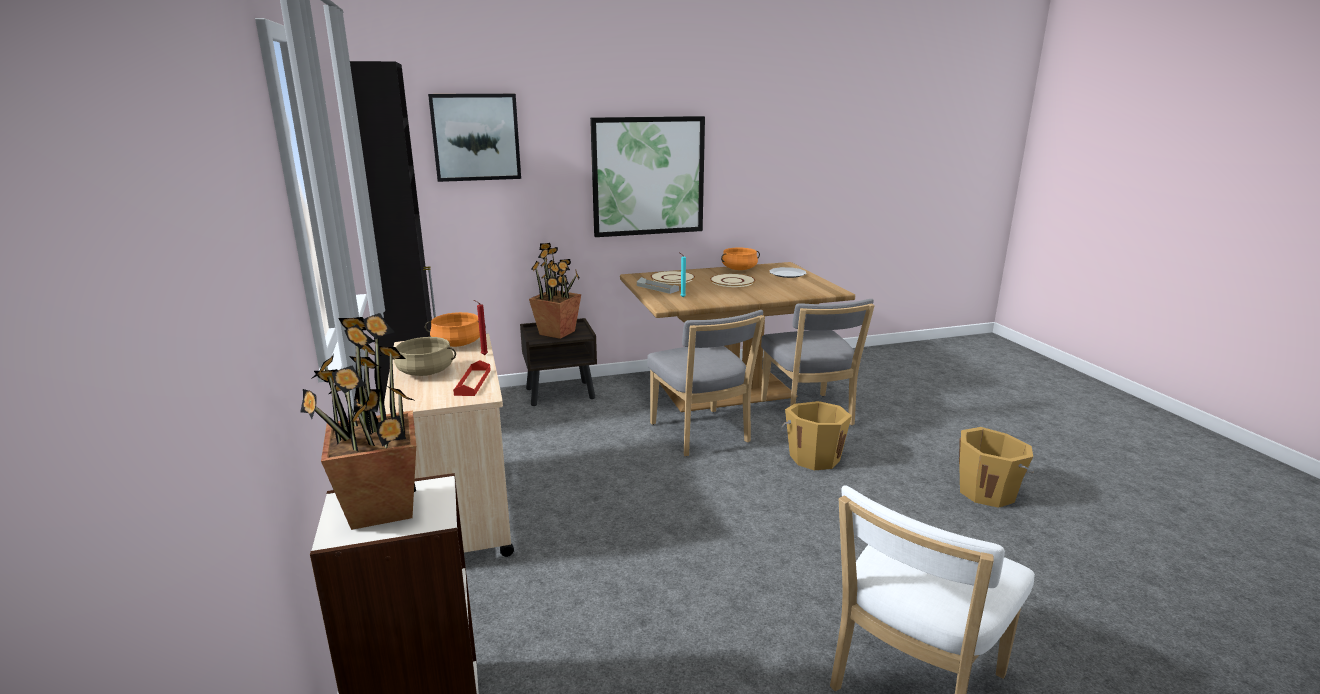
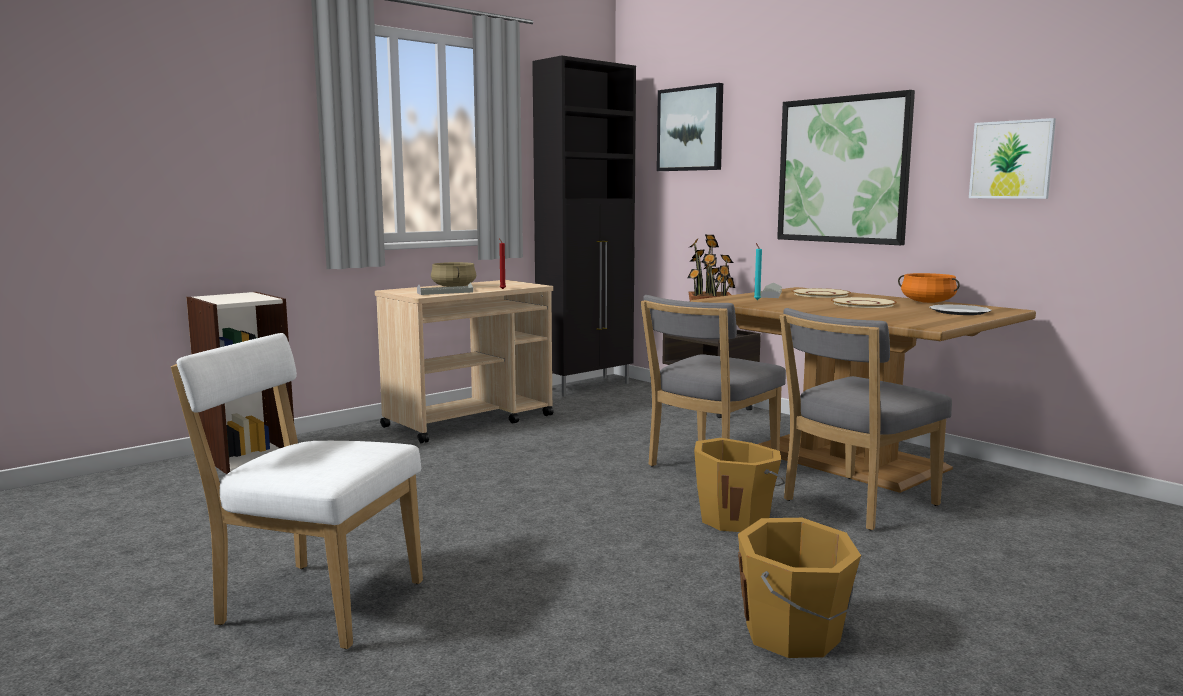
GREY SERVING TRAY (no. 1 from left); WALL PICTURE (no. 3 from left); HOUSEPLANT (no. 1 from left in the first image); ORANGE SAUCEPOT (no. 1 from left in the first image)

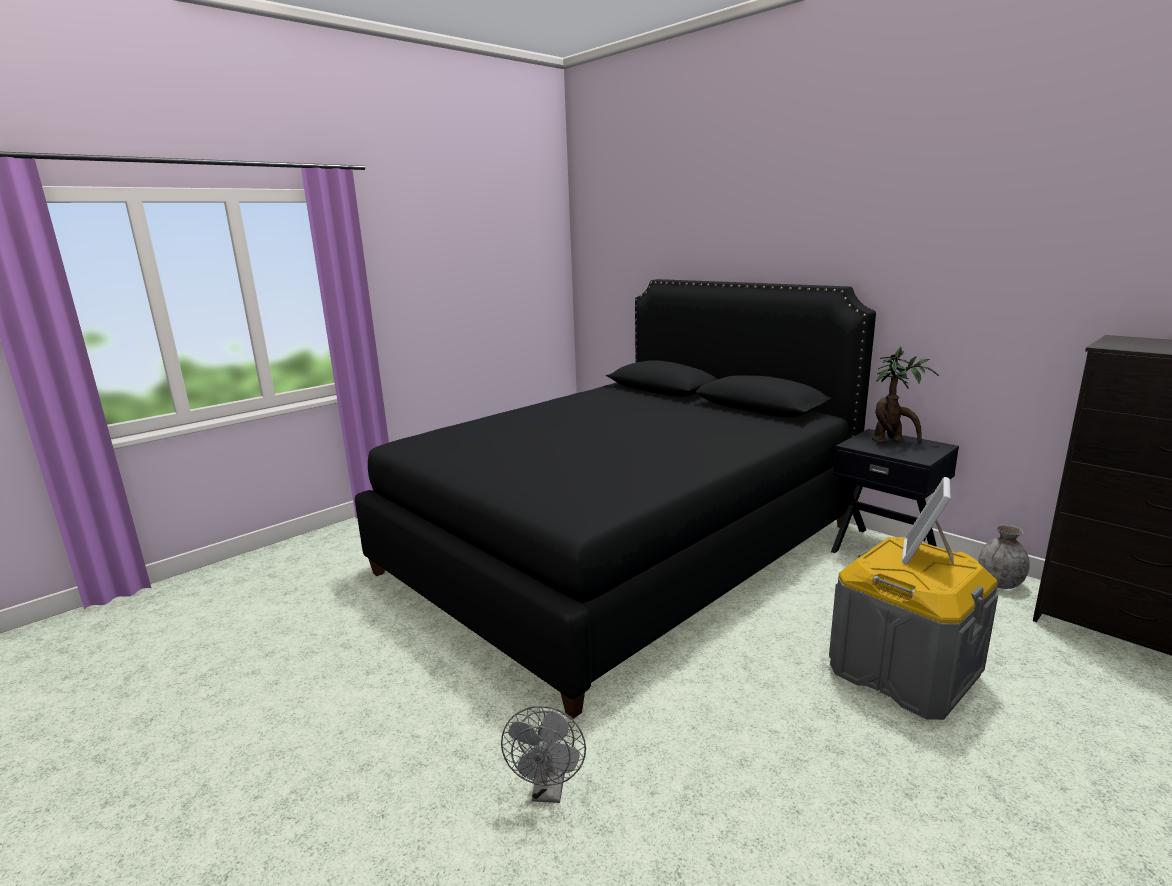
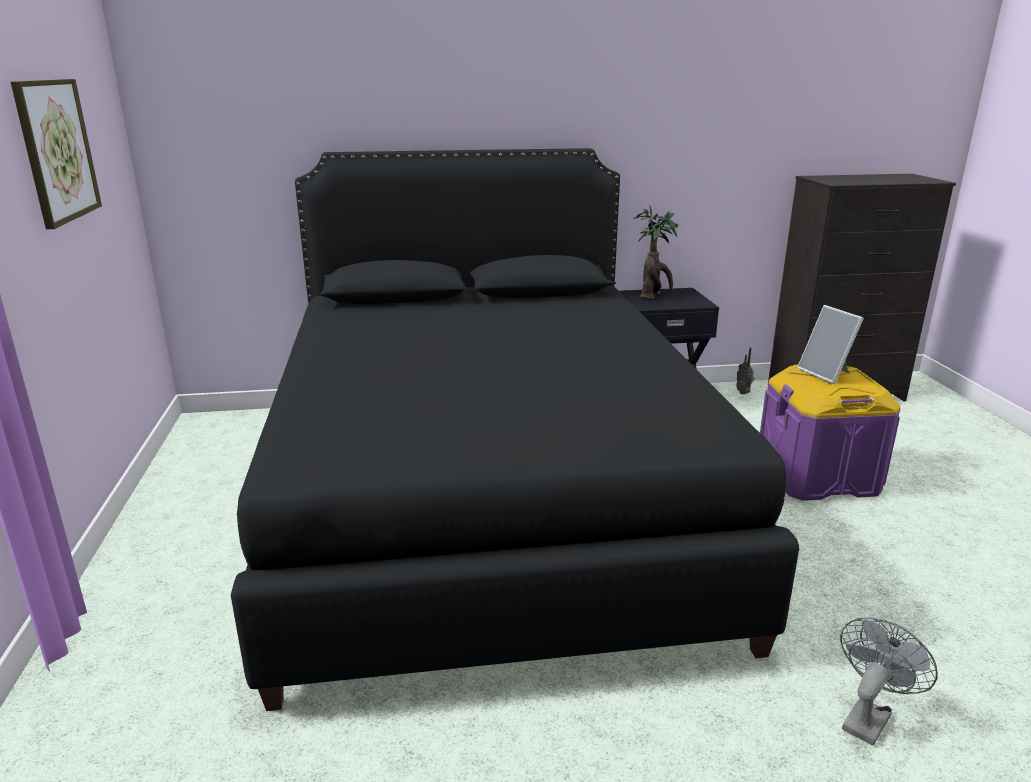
WALL PICTURE; RADIO SET; PURPLE STORAGE BOX; GREY COOLING FAN

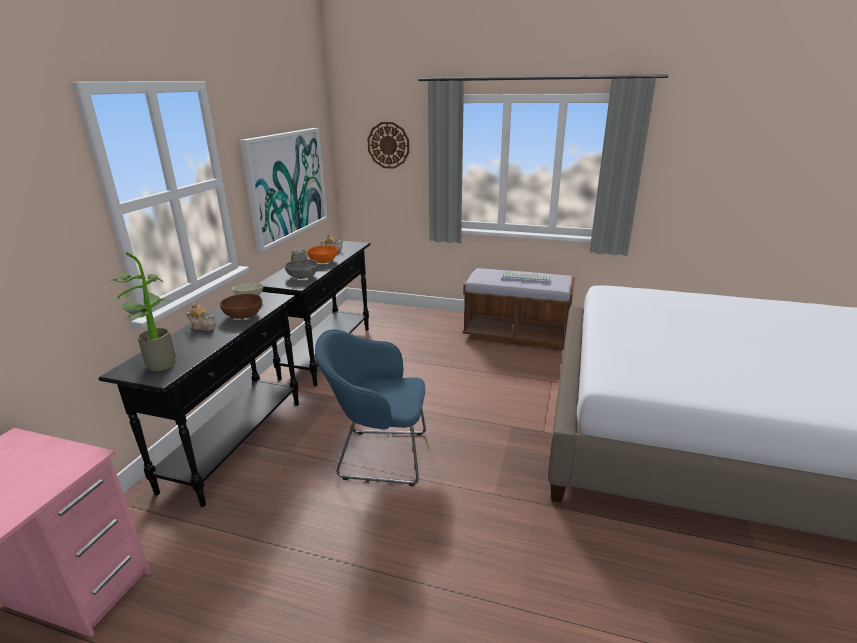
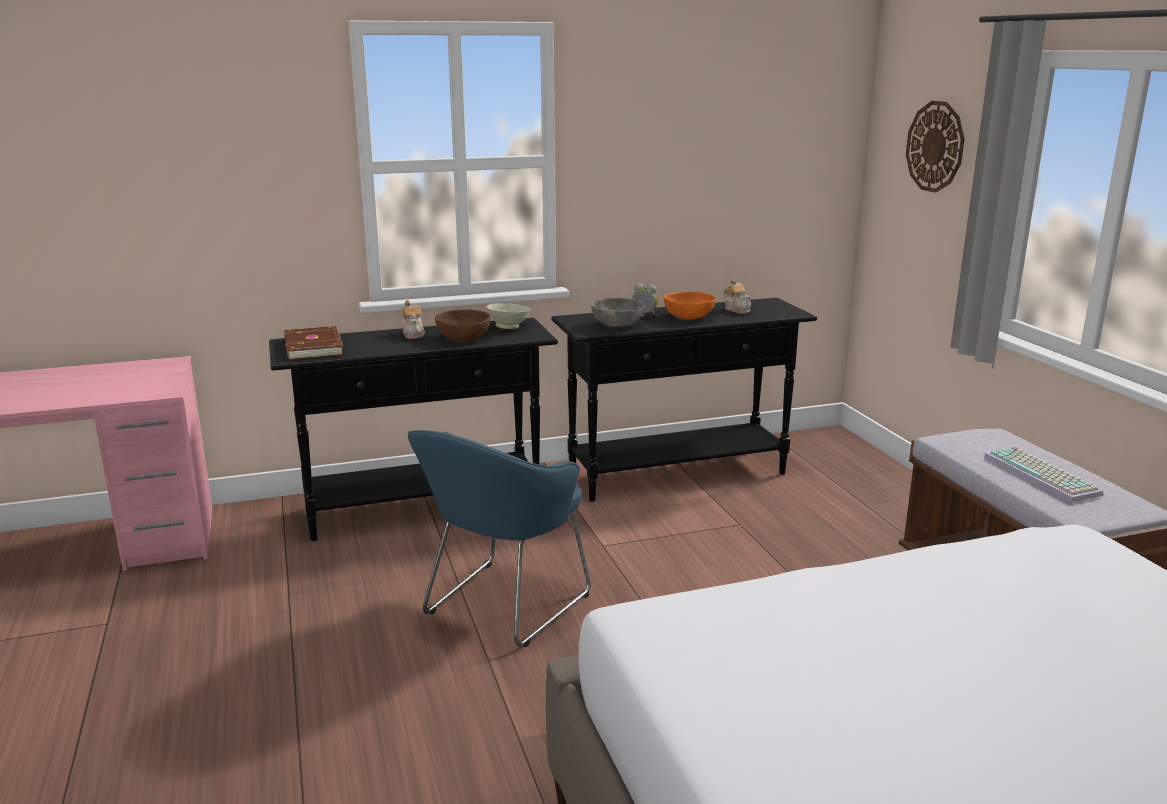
BROWNISH BOUND BOOK; BLUISH LOUNGE CHAIR; WALL PICTURE

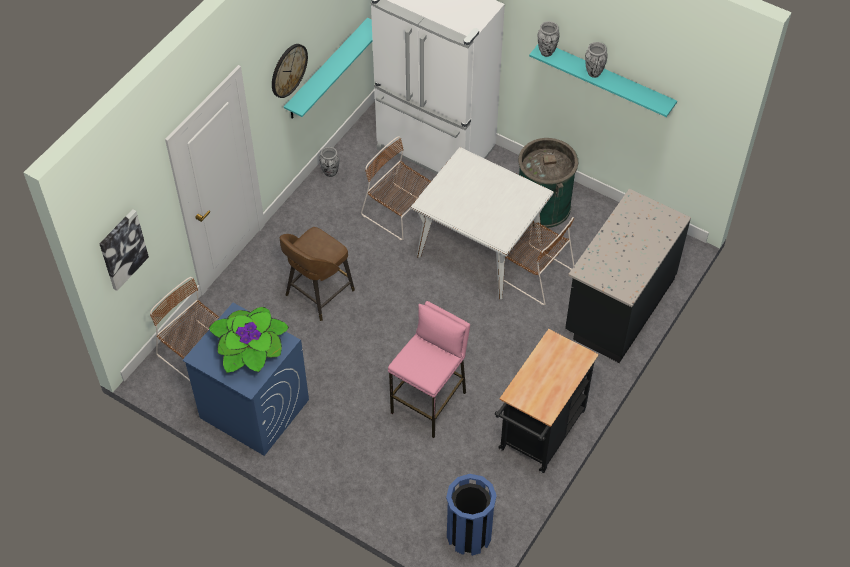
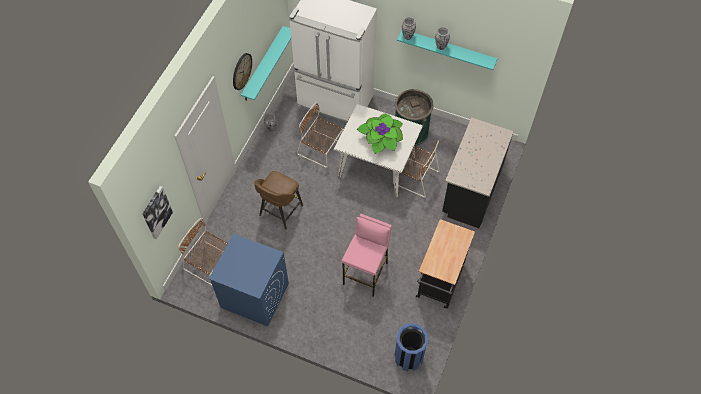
HOUSEPLANT

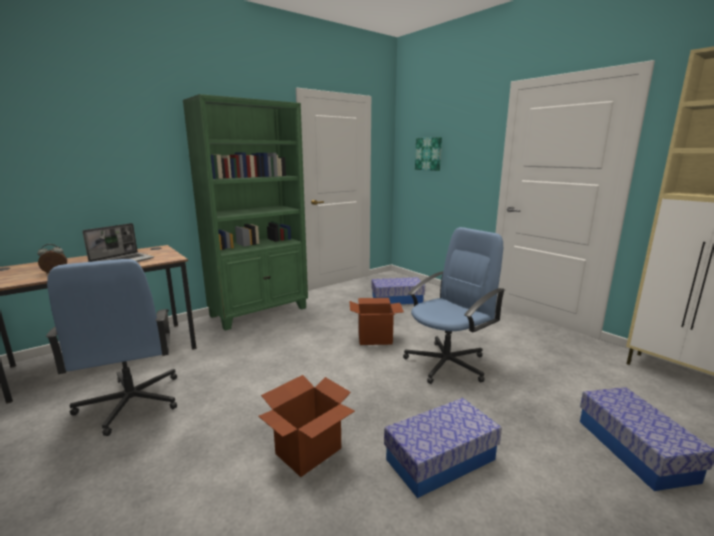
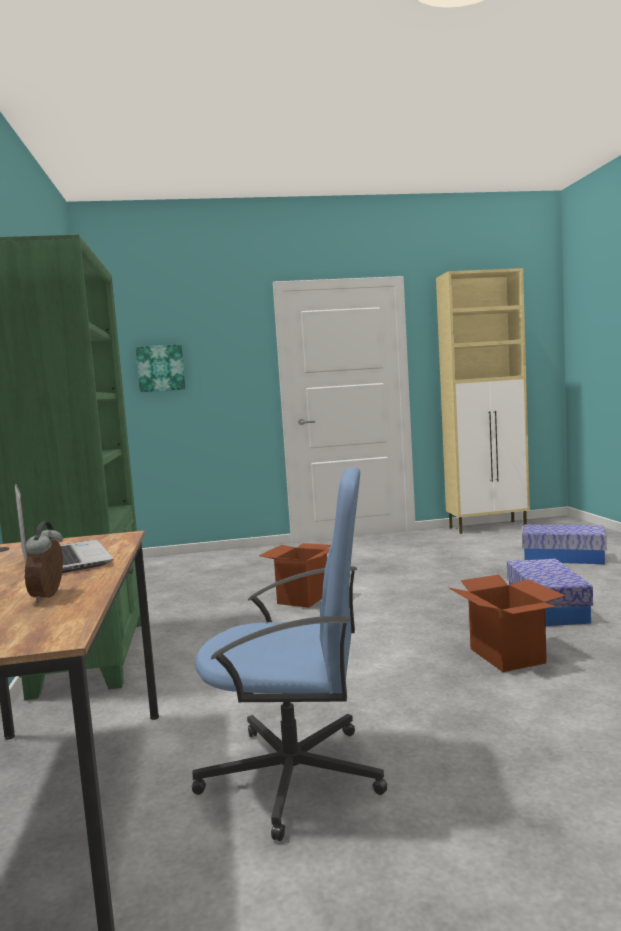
STORAGE BOX (no. 1 from left in the first image); BLUISH OFFICE CHAIR (no. 2 from left in the first image)

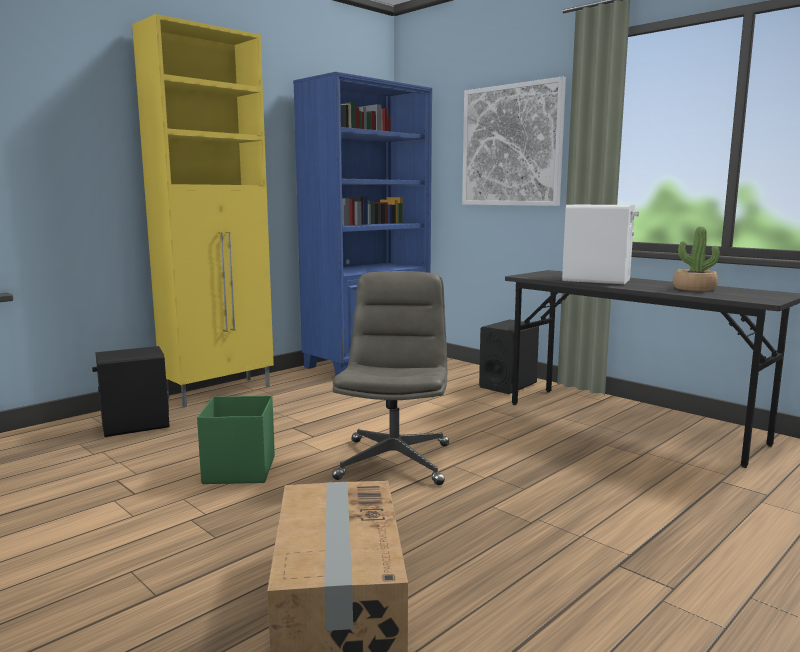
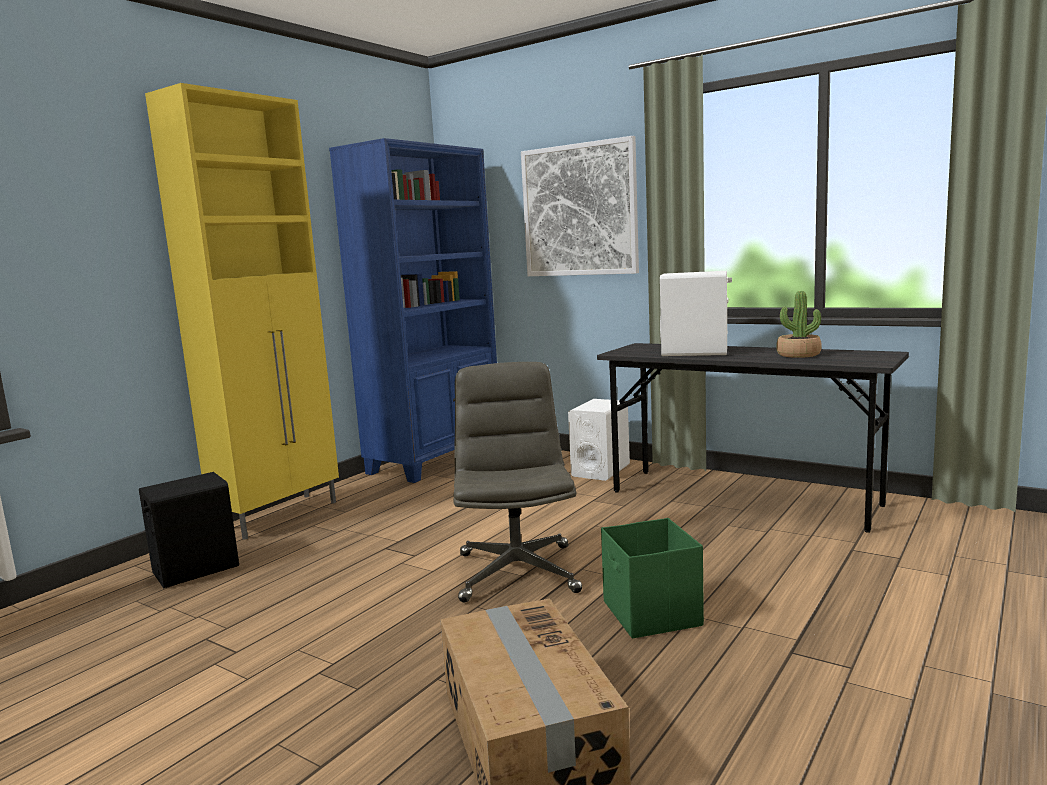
WHITE-COLOURED SPEAKER (no. 1 from left); GREEN STORAGE BOX

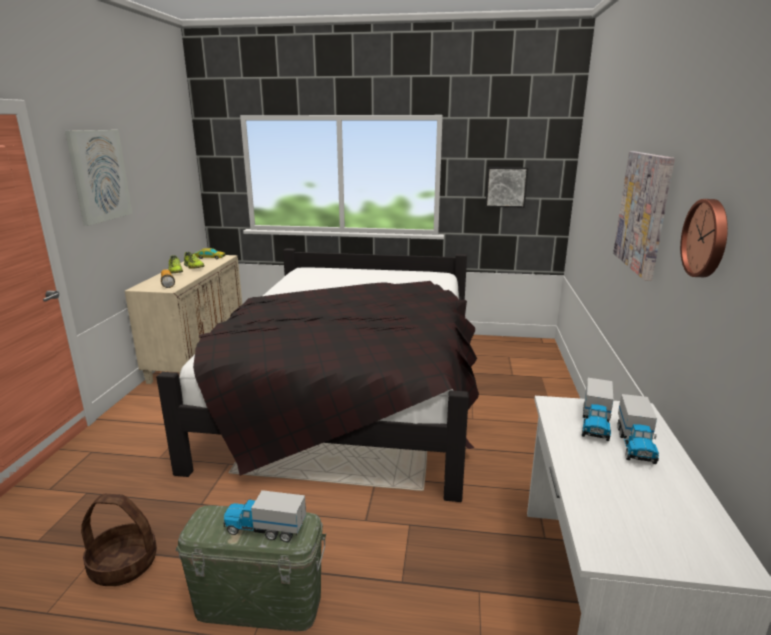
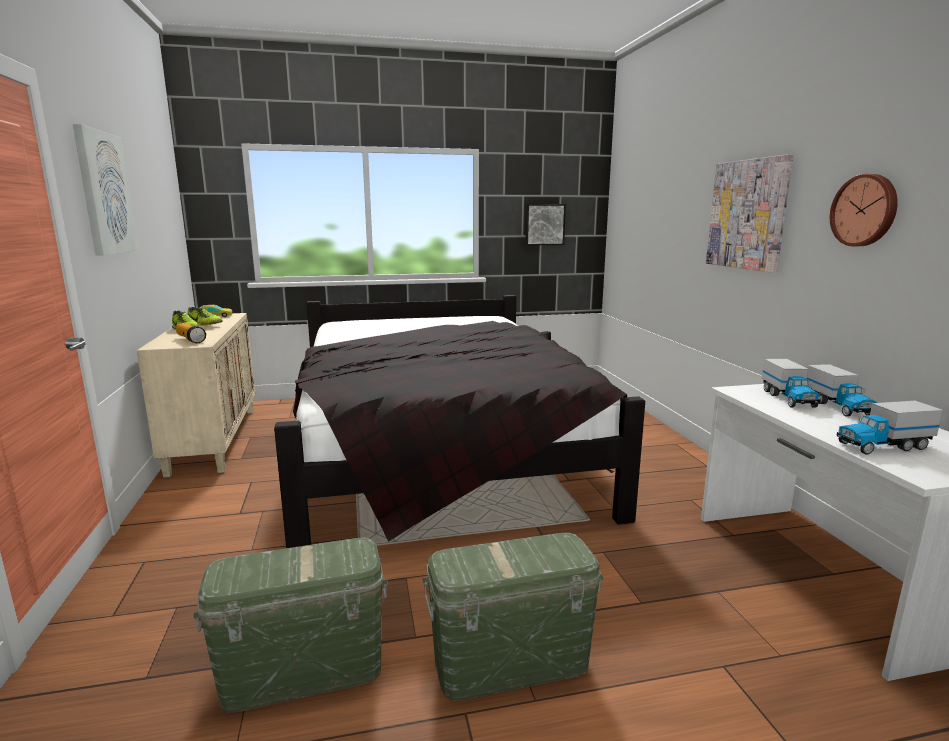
GREEN STORAGE BOX (no. 1 from left); TOY TRUCK (no. 3 from left)

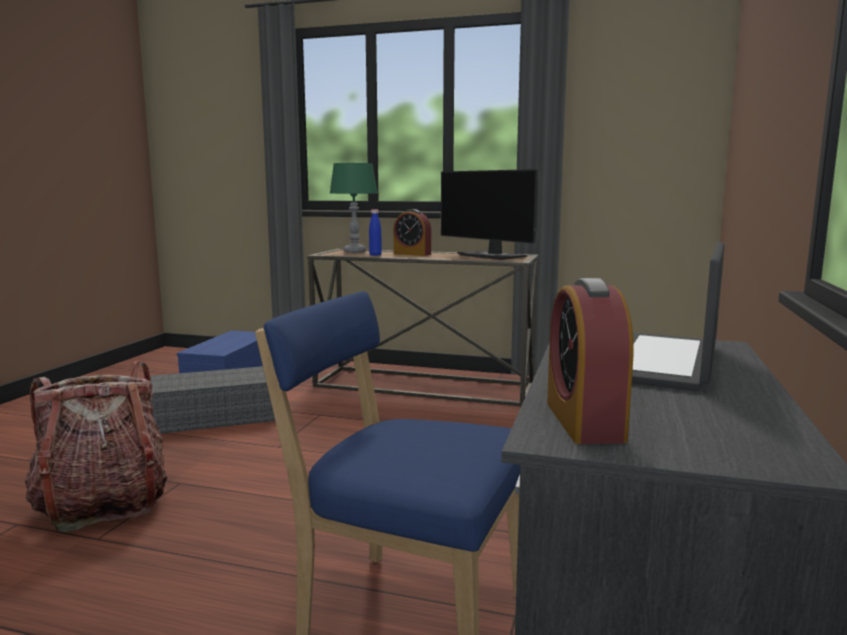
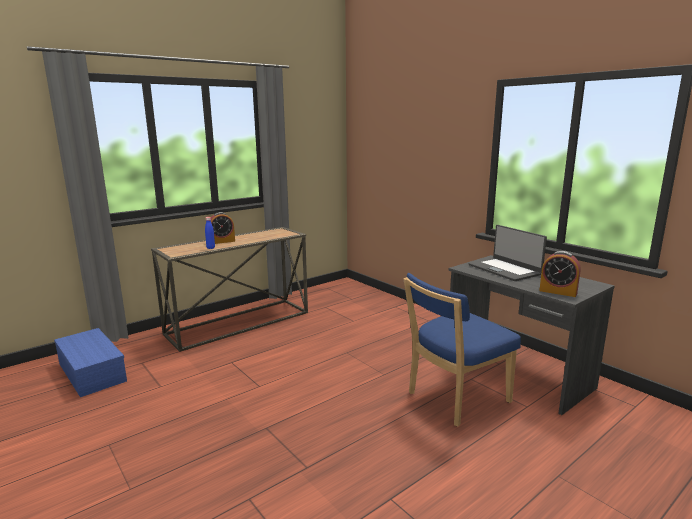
BACKPACK; GREY STORAGE BOX; GREEN LAMP FOR A TABLE; MONITOR

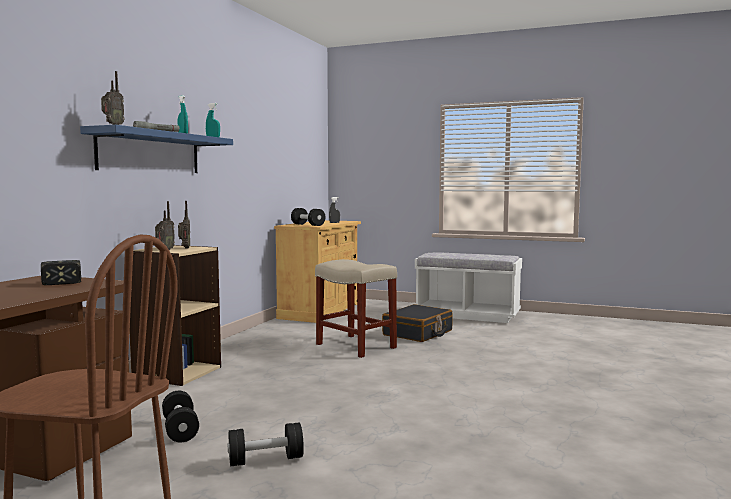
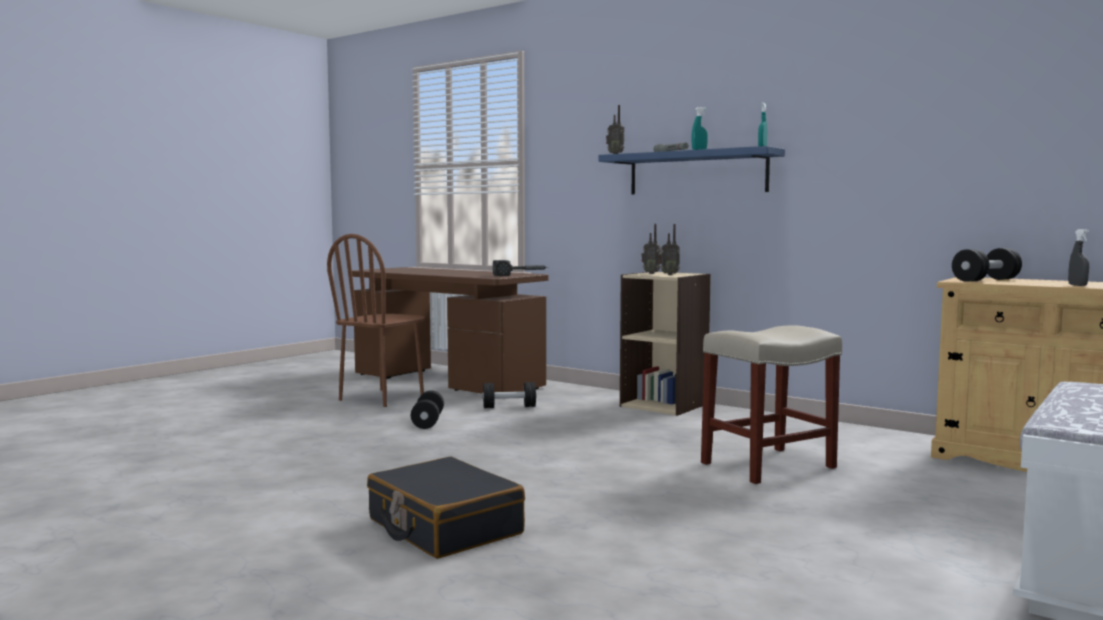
BLACK-COLOURED PIECE OF LUGGAGE

